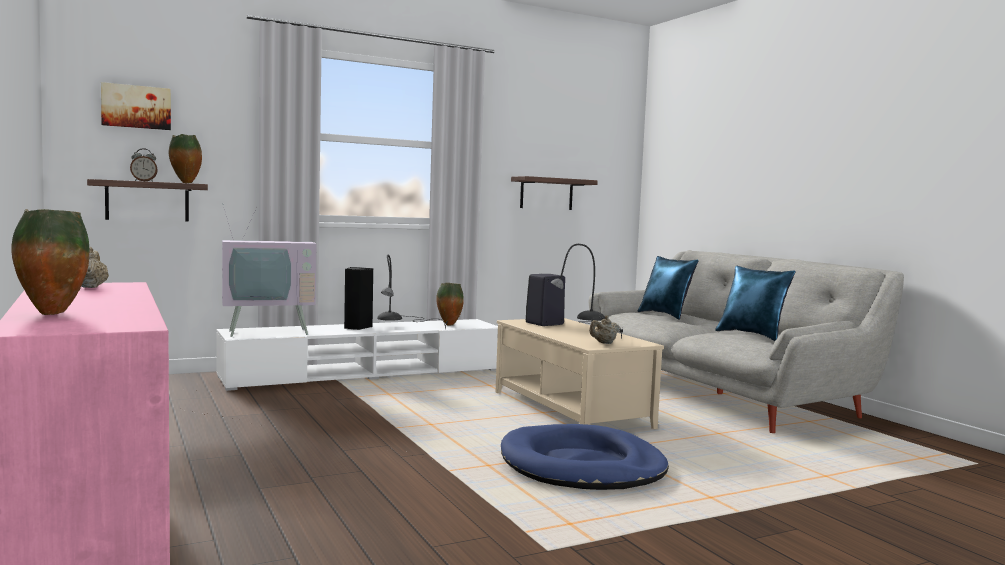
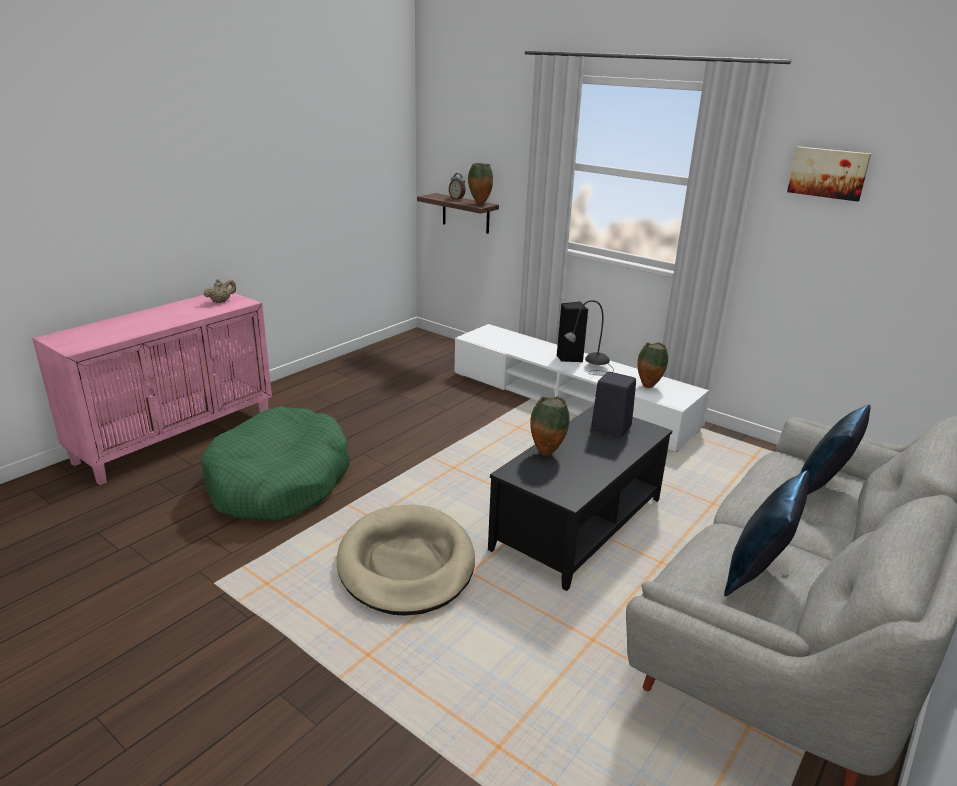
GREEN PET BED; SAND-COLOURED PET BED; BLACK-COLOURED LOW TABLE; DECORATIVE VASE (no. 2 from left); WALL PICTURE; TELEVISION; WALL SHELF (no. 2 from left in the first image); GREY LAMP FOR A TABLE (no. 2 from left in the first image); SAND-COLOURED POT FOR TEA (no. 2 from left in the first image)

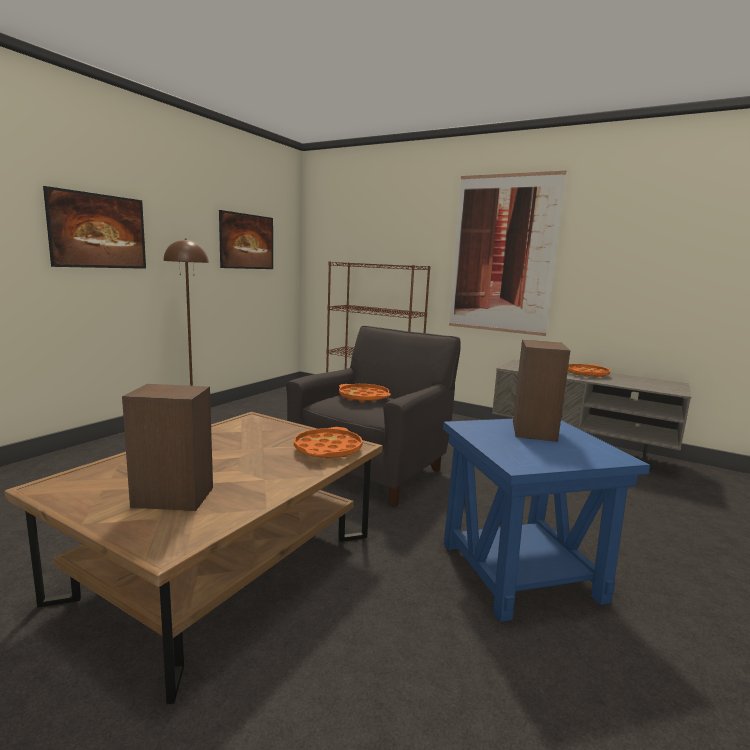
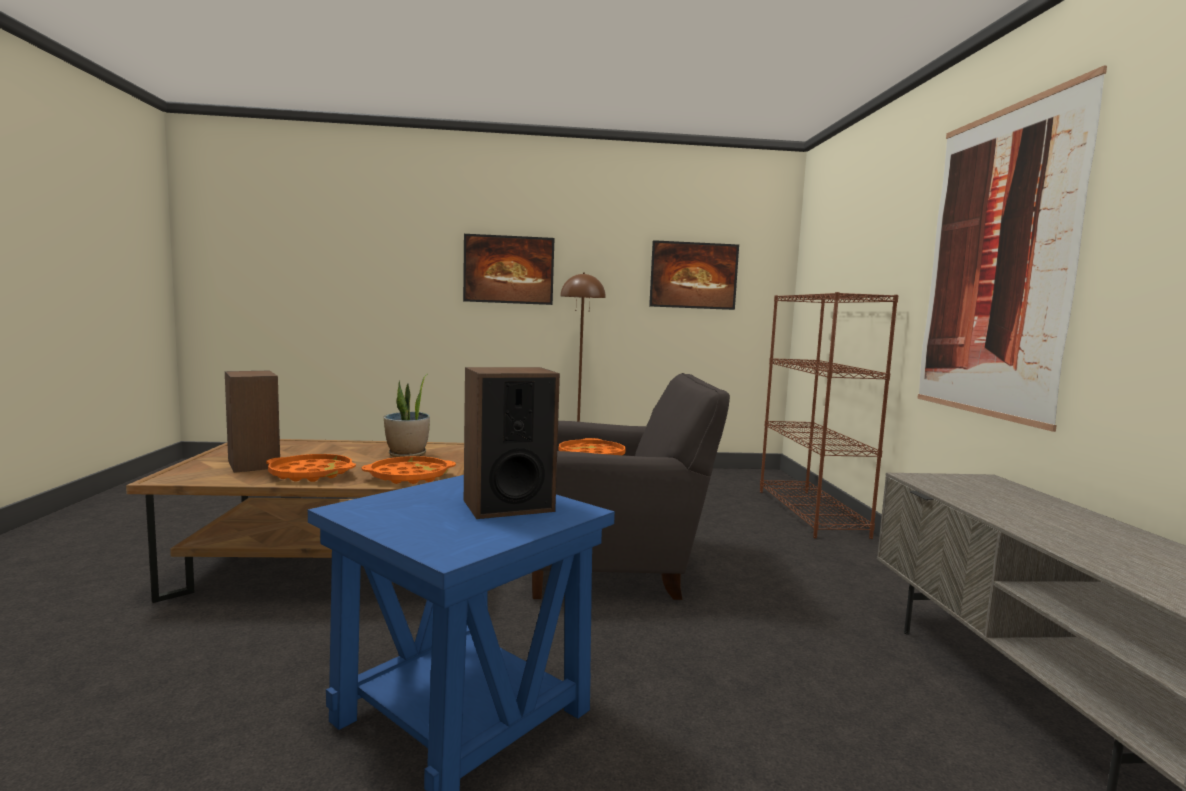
ORANGE SERVING TRAY (no. 1 from left); HOUSEPLANT

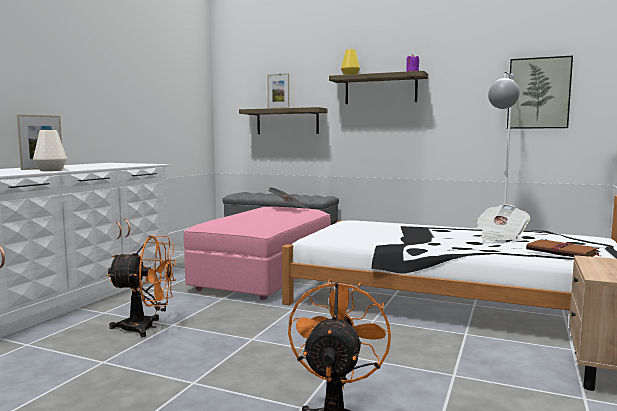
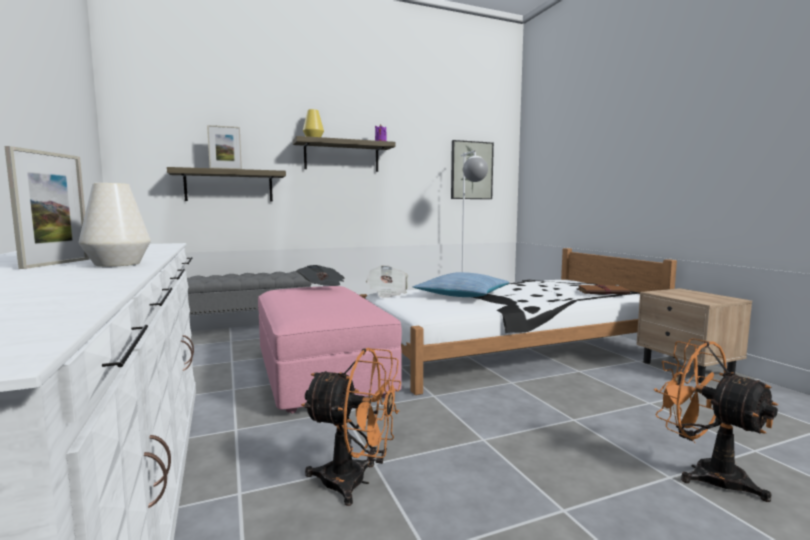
ORANGE COOLING FAN (no. 1 from left); NEWSPAPER (no. 2 from left); PILLOW

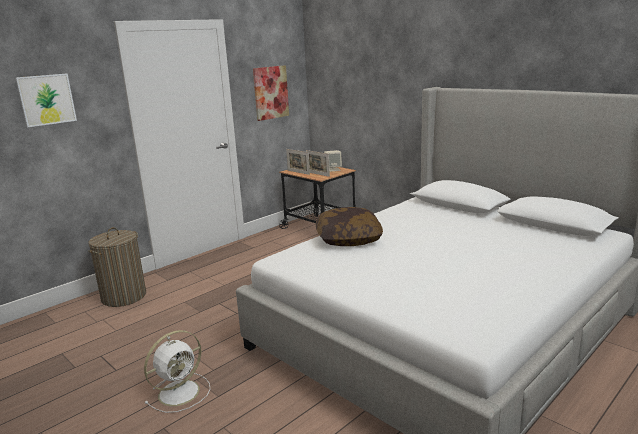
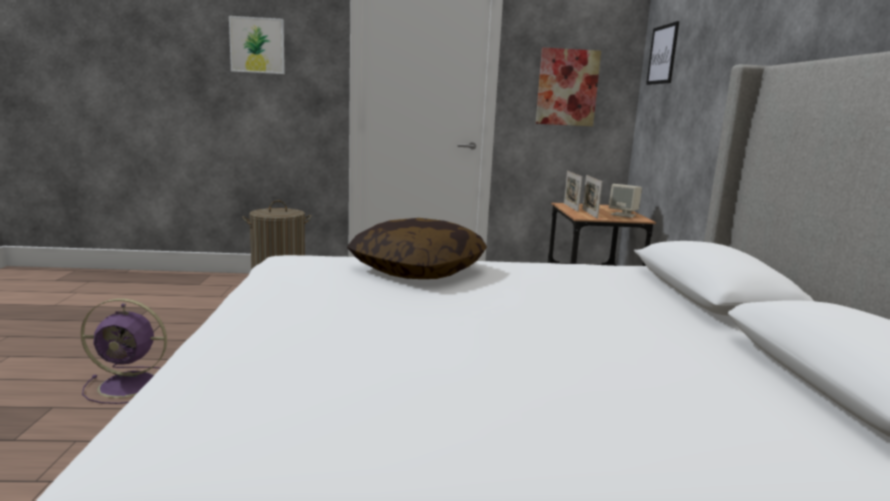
PURPLE COOLING FAN; WALL PICTURE (no. 3 from left)

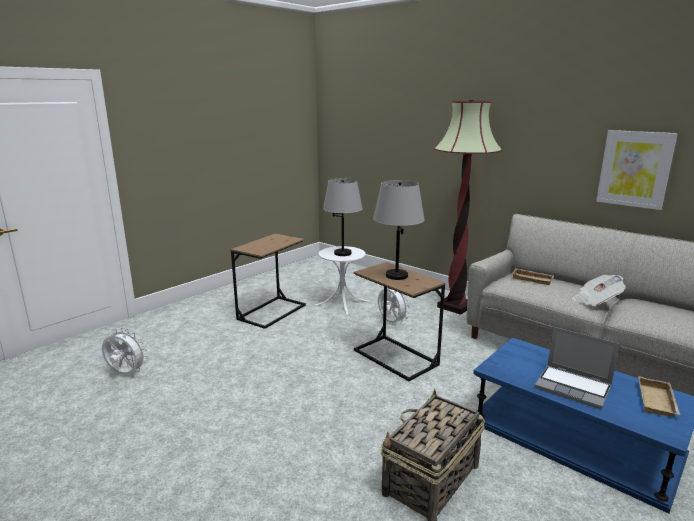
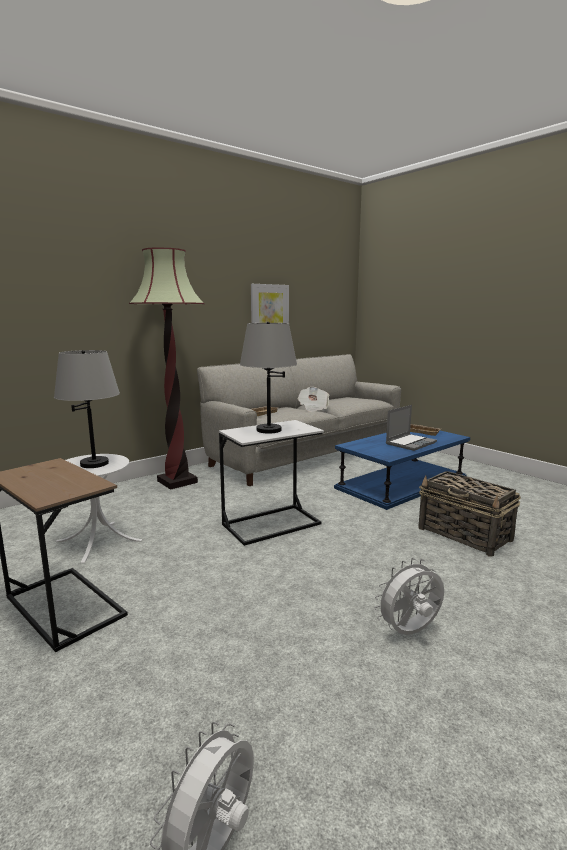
WHITE-COLOURED END TABLE (no. 2 from left); WHITE-COLOURED COOLING FAN (no. 2 from left)

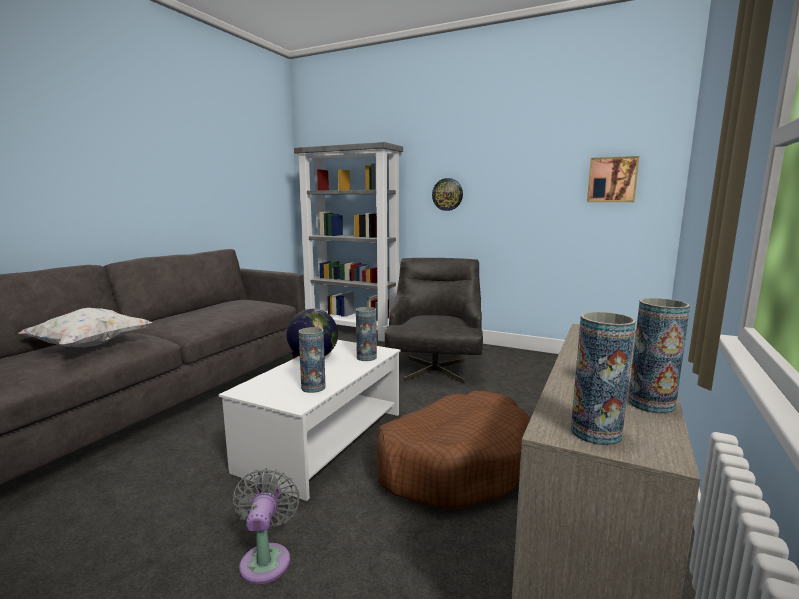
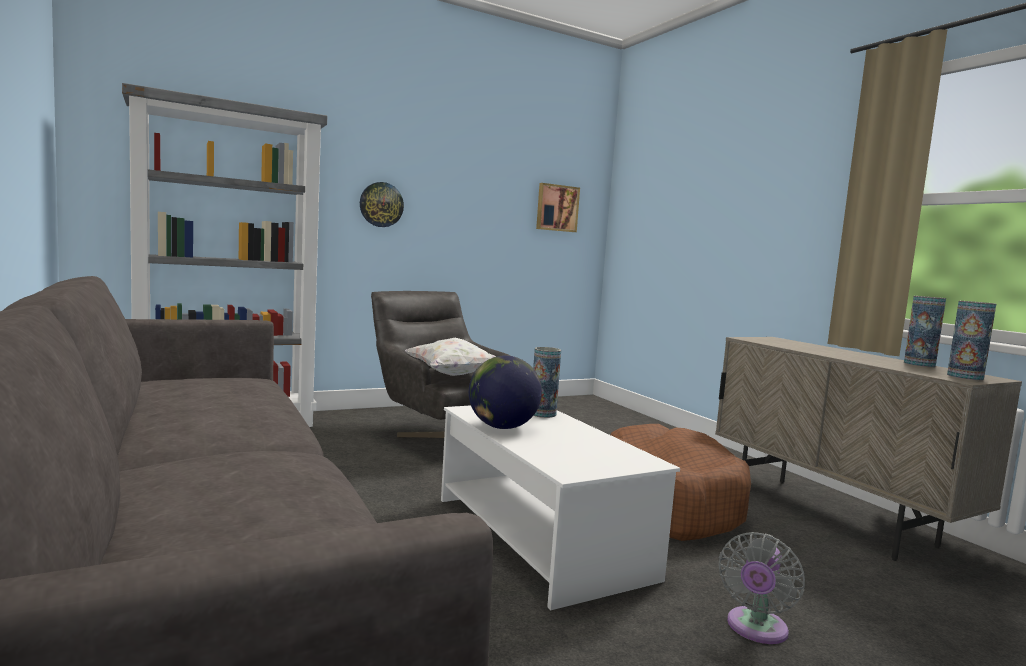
WHITE-COLOURED PILLOW; GREY COOLING FAN; DECORATIVE VASE (no. 1 from left in the first image)

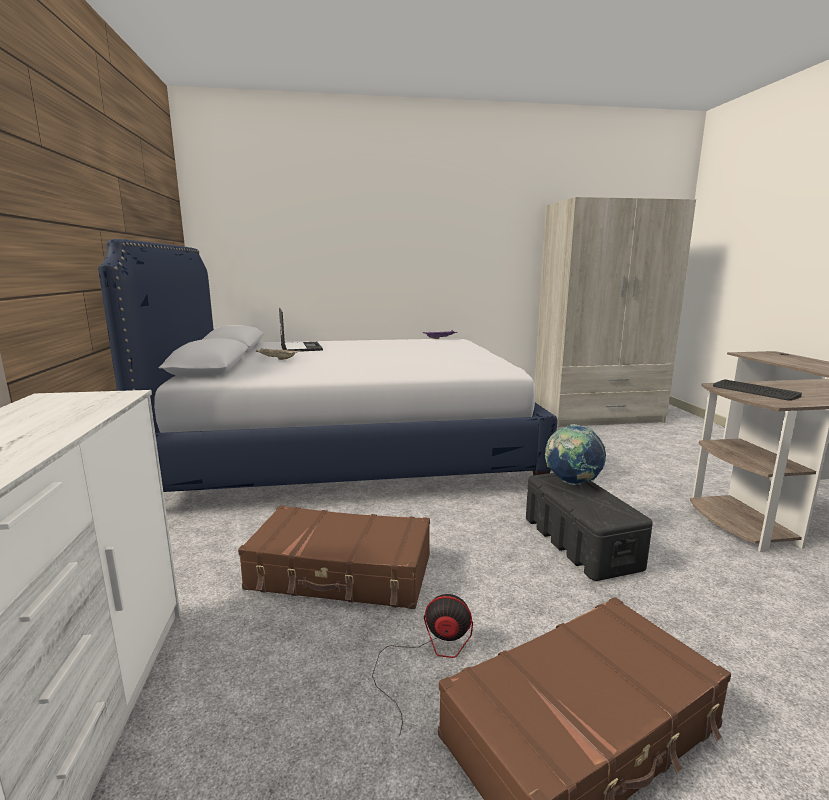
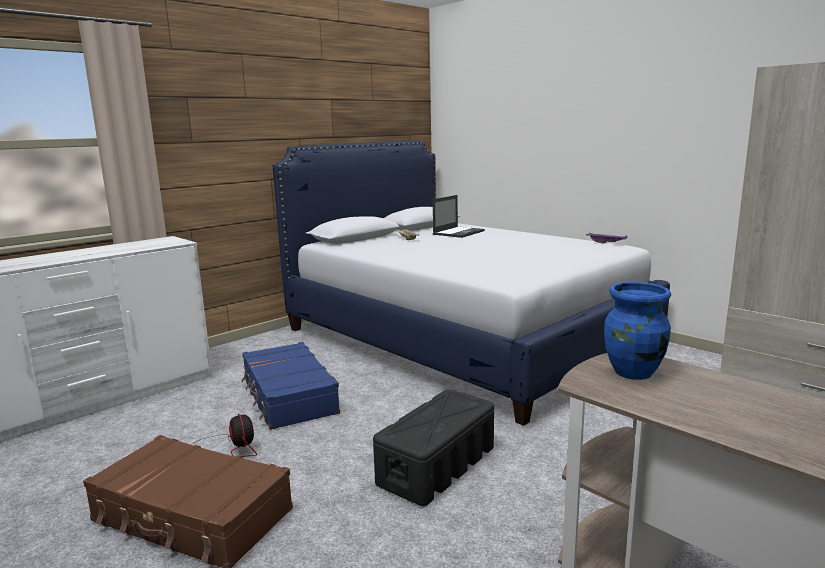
BLUISH PIECE OF LUGGAGE; BLUISH DECORATIVE VASE; DESK GLOBE

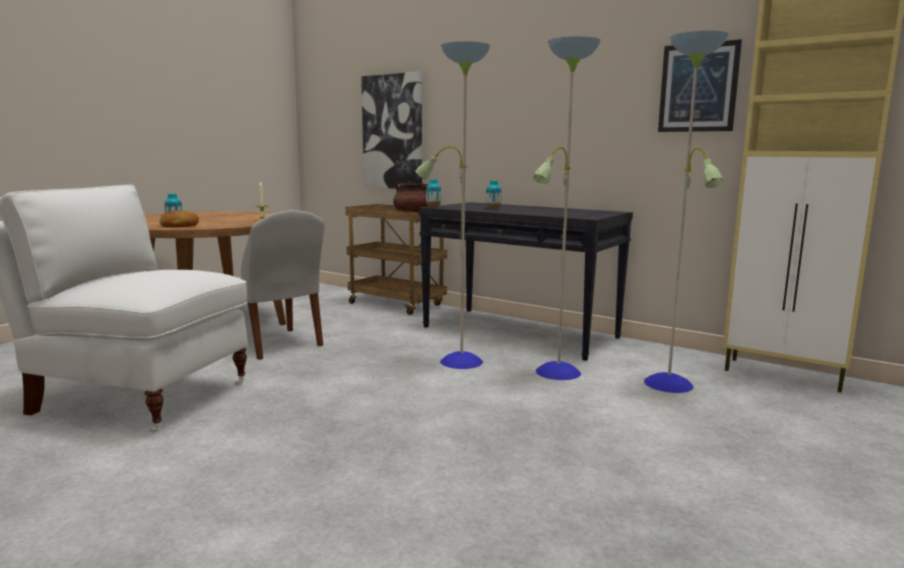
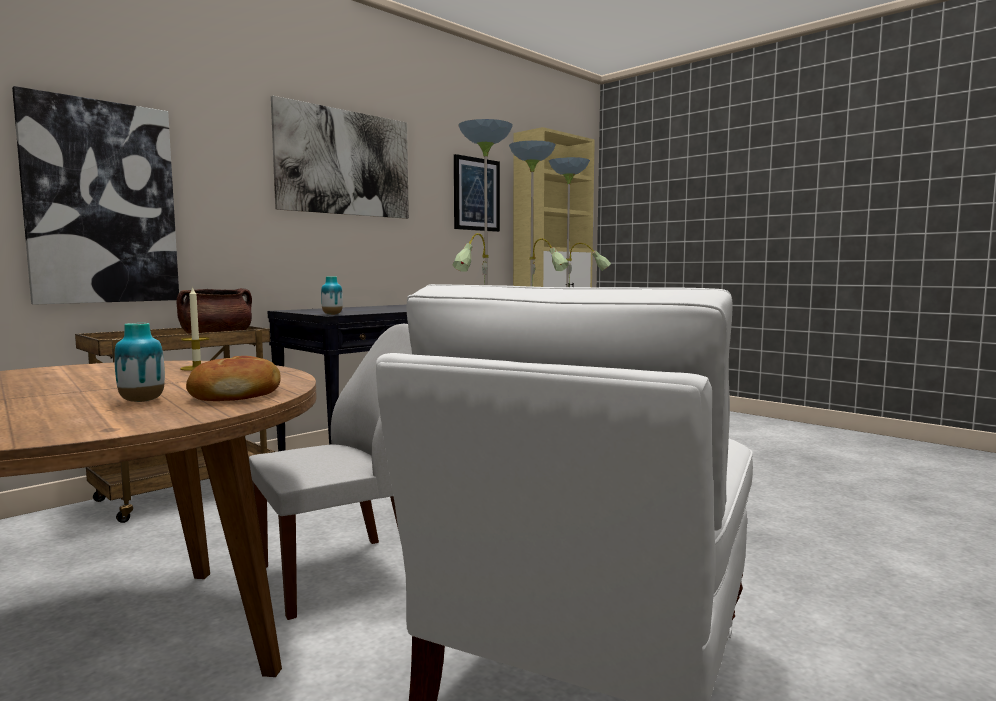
WALL PICTURE (no. 2 from left); DECORATIVE VASE (no. 3 from left in the first image)

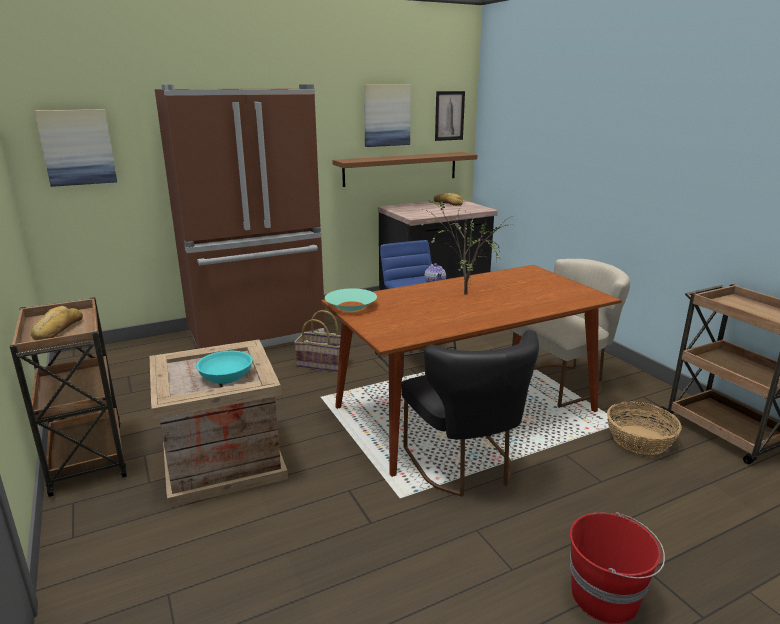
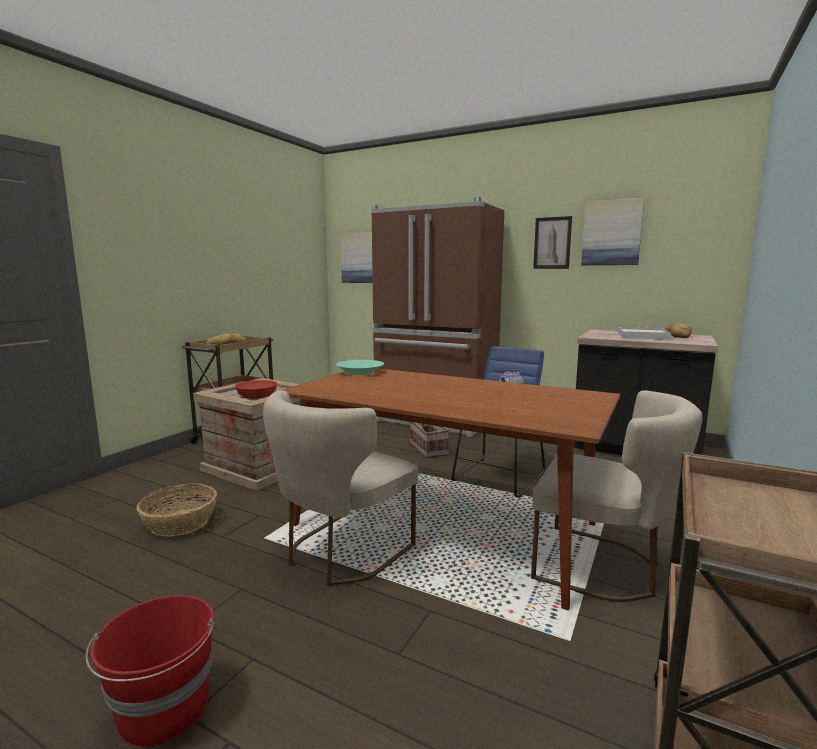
BASKET (no. 1 from left); REDDISH BOWL; SAND-COLOURED PLAIN CHAIR (no. 1 from left); WALL PICTURE (no. 2 from left); WHITE-COLOURED SERVING TRAY; BROWNISH WALL SHELF; HOUSEPLANT

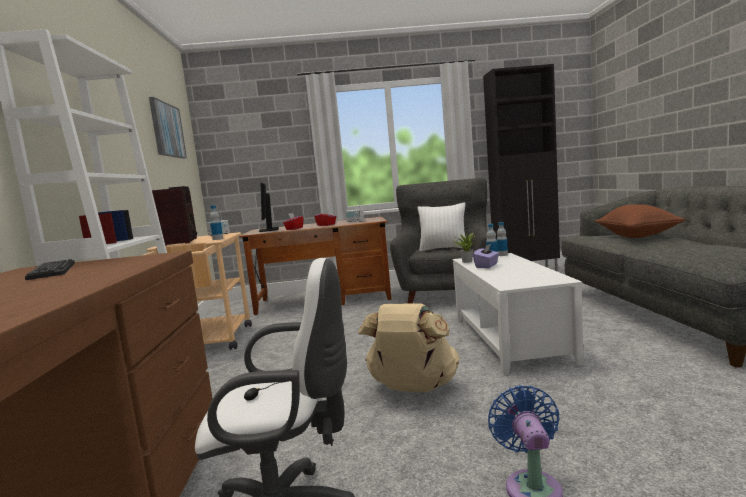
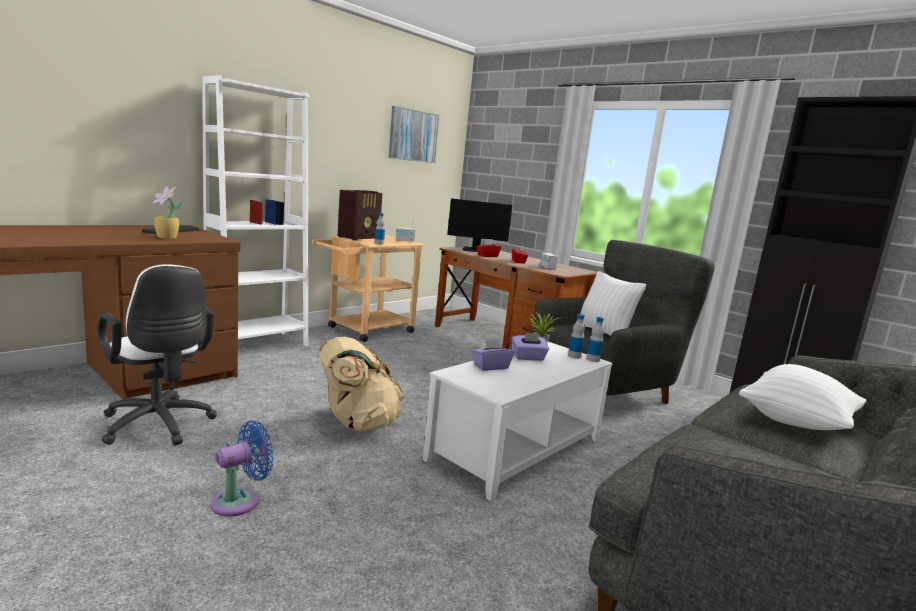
HOUSEPLANT (no. 1 from left); MONITOR; PURPLE TISSUE BOX (no. 1 from left); WHITE-COLOURED PILLOW (no. 2 from left)

